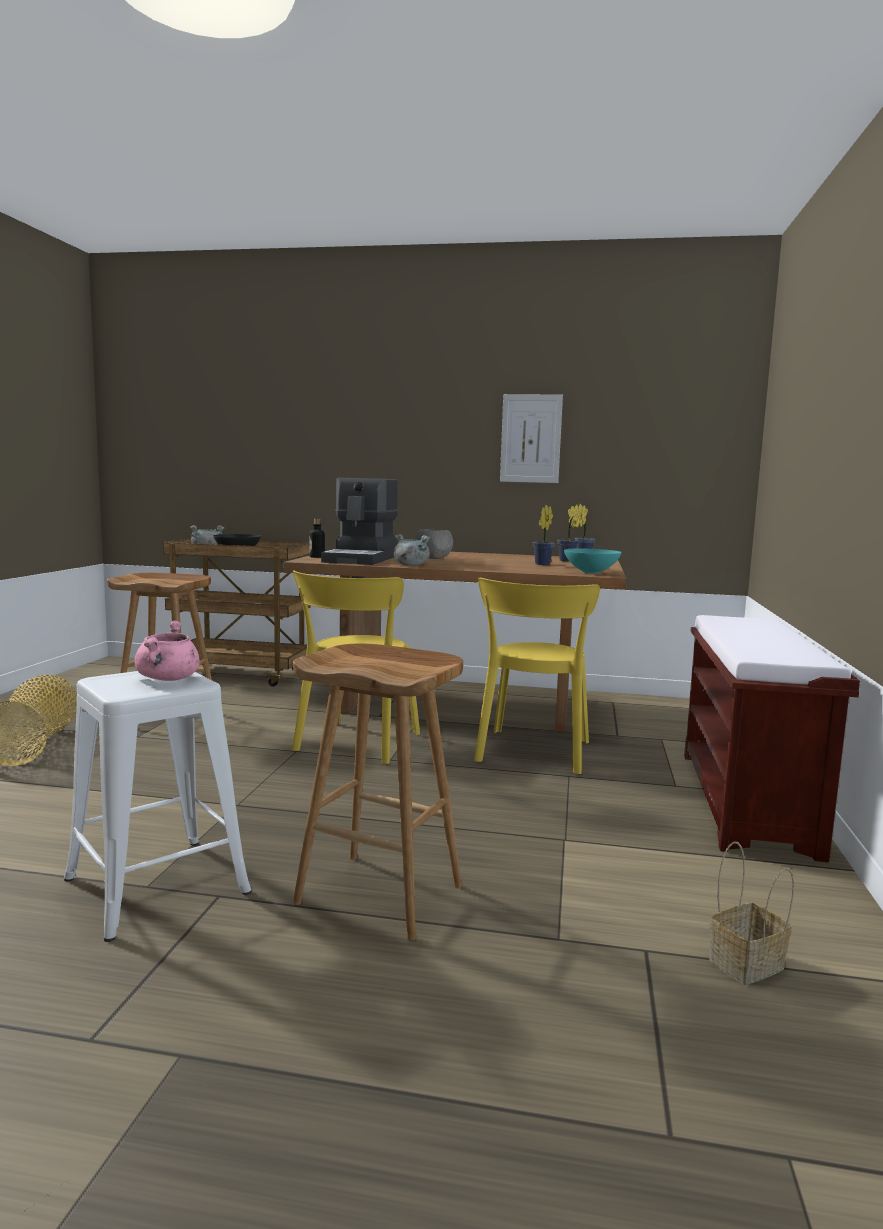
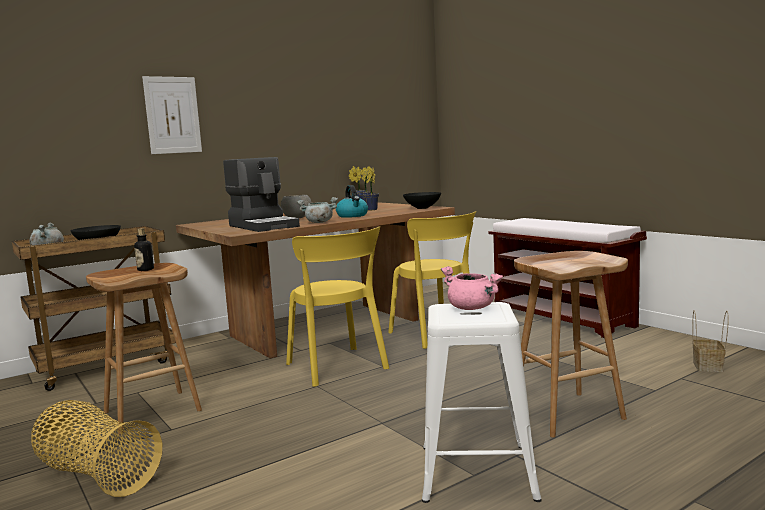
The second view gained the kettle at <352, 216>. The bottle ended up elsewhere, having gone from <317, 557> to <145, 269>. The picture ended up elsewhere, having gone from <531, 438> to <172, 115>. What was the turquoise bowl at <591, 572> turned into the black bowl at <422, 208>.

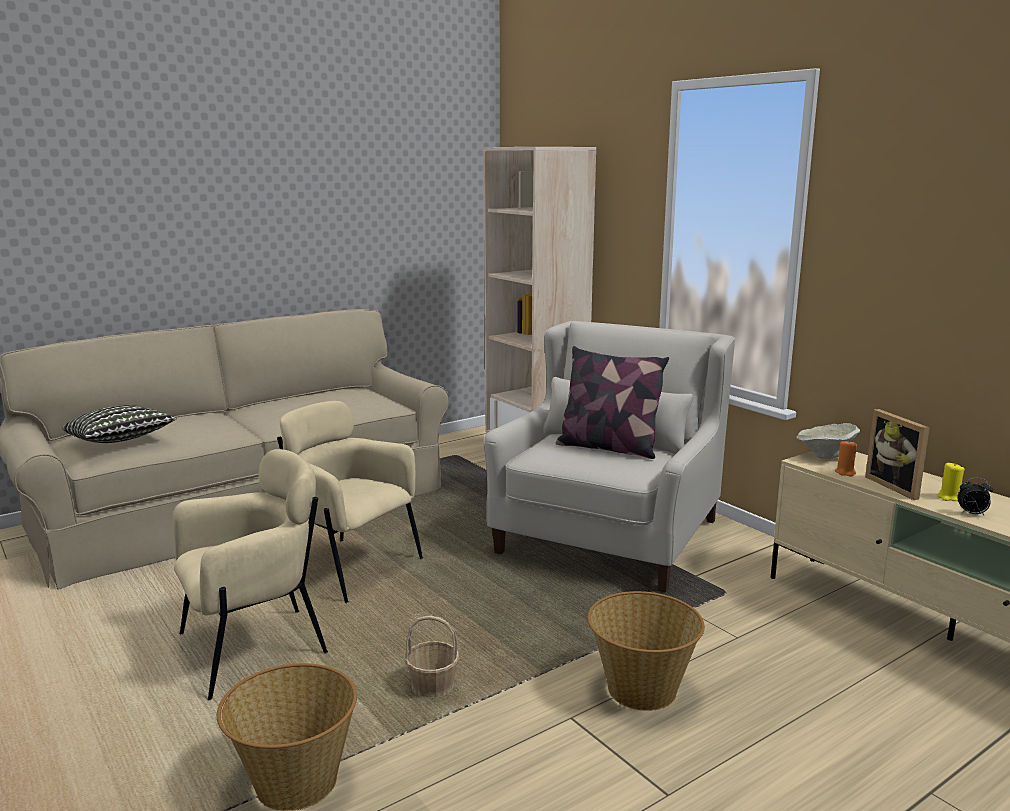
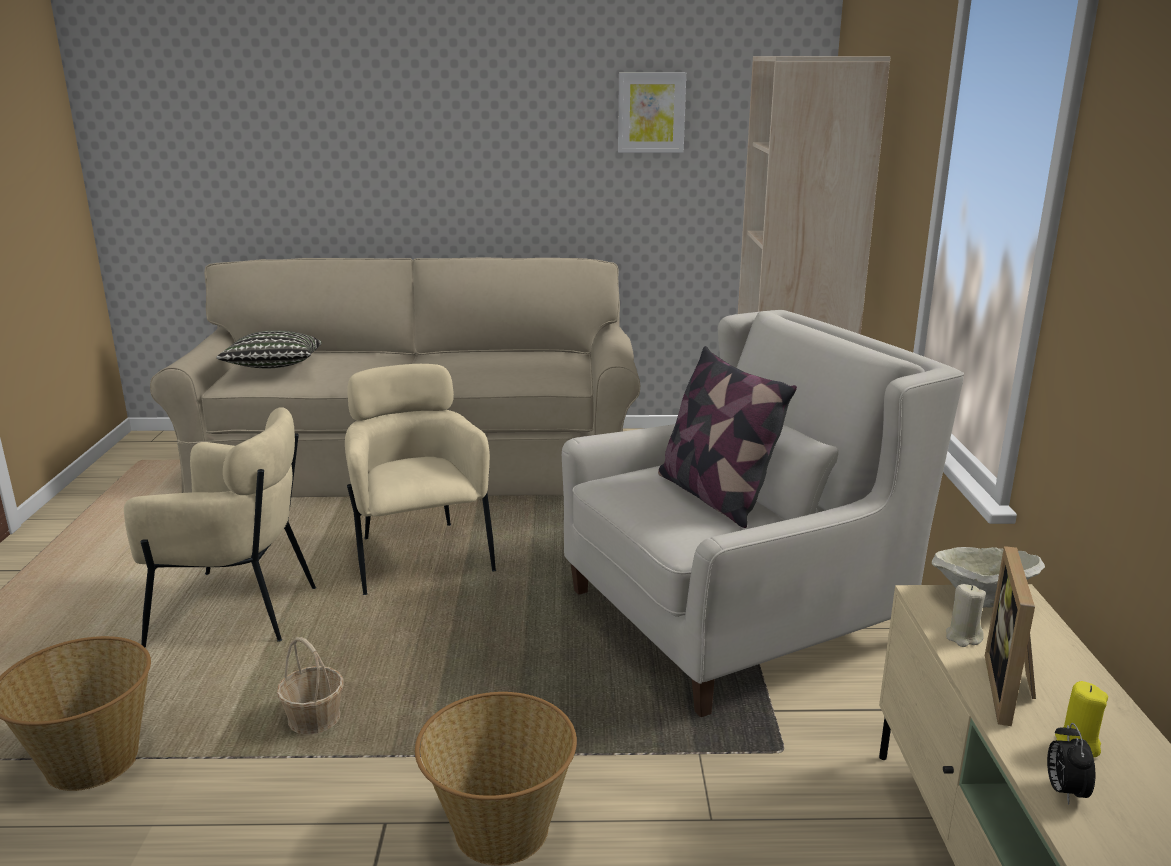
The second view gained the picture at <651, 112>. What was the orange candle at <845, 472> turned into the beige candle at <963, 637>. The alarm clock at <972, 514> ended up facing another way, 45 degrees clockwise from before.

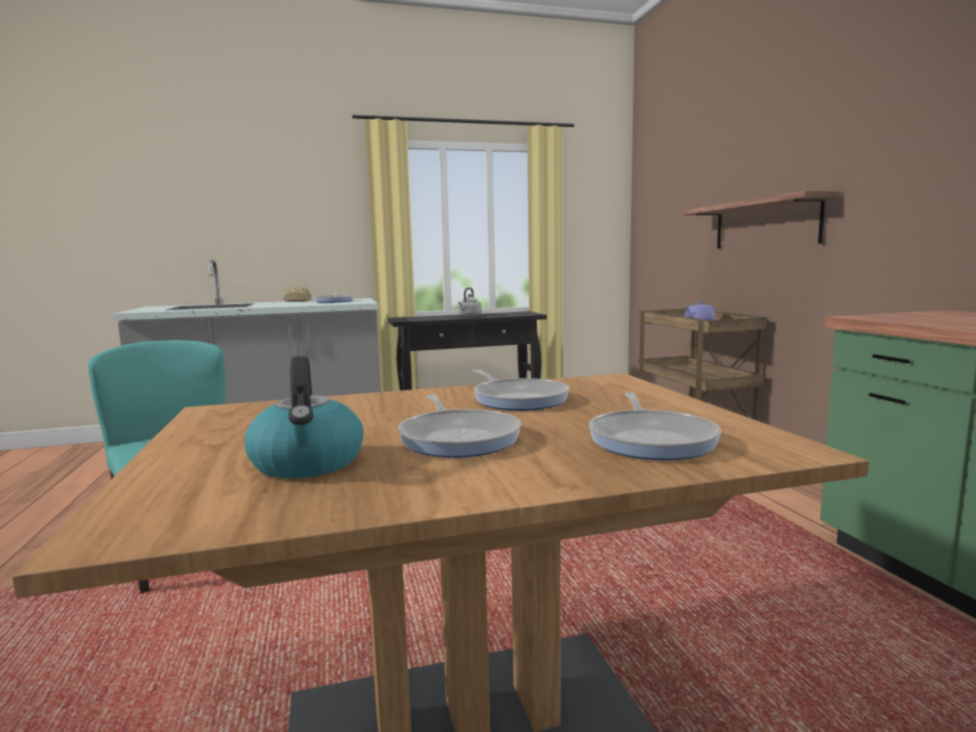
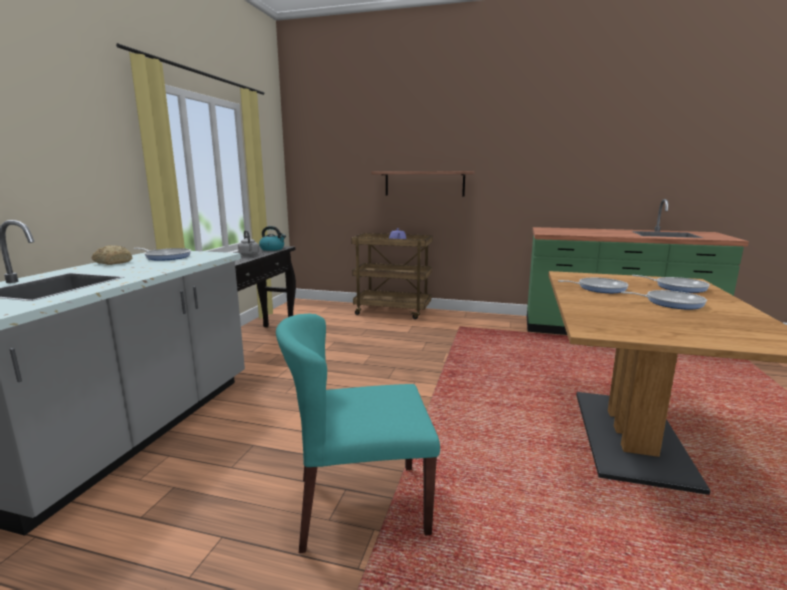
The kettle ended up elsewhere, having gone from <308, 463> to <272, 249>.

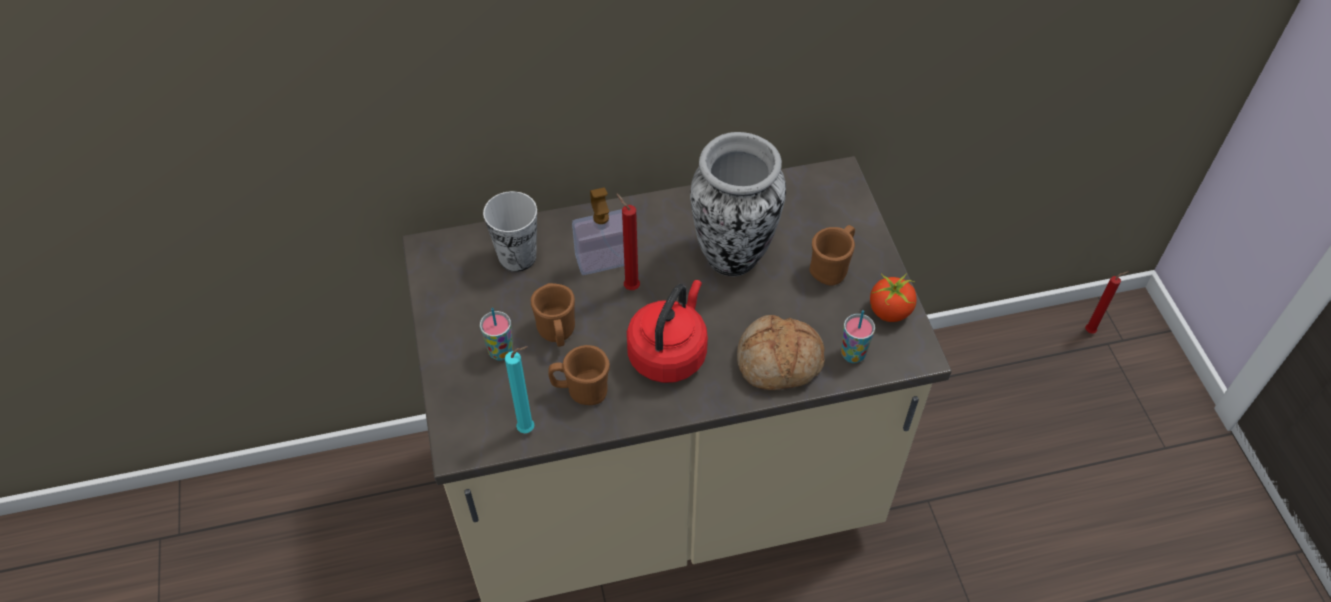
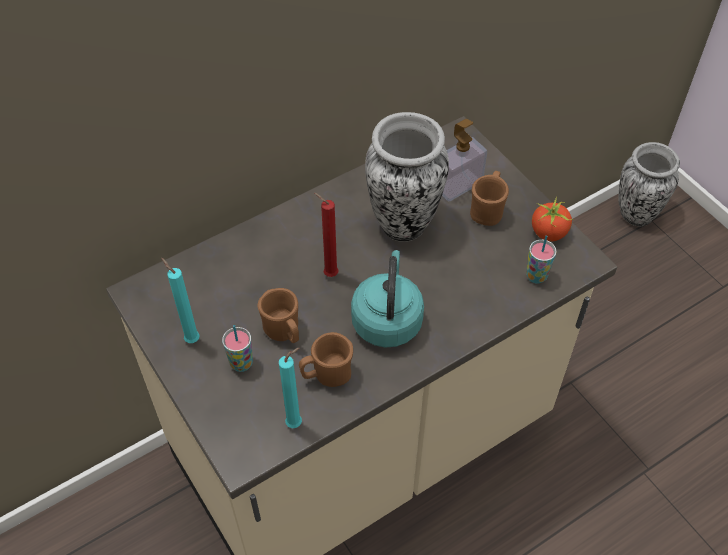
The second view lost the cup at <517, 257>. The second view lost the bread at <779, 363>. The second view gained the turquoise candle at <190, 338>. The soap dispenser ended up elsewhere, having gone from <604, 260> to <458, 185>. Where the red candle stood at <1091, 331>, the vase came to stand at <636, 214>. What was the red kettle at <669, 352> turned into the turquoise kettle at <387, 319>.

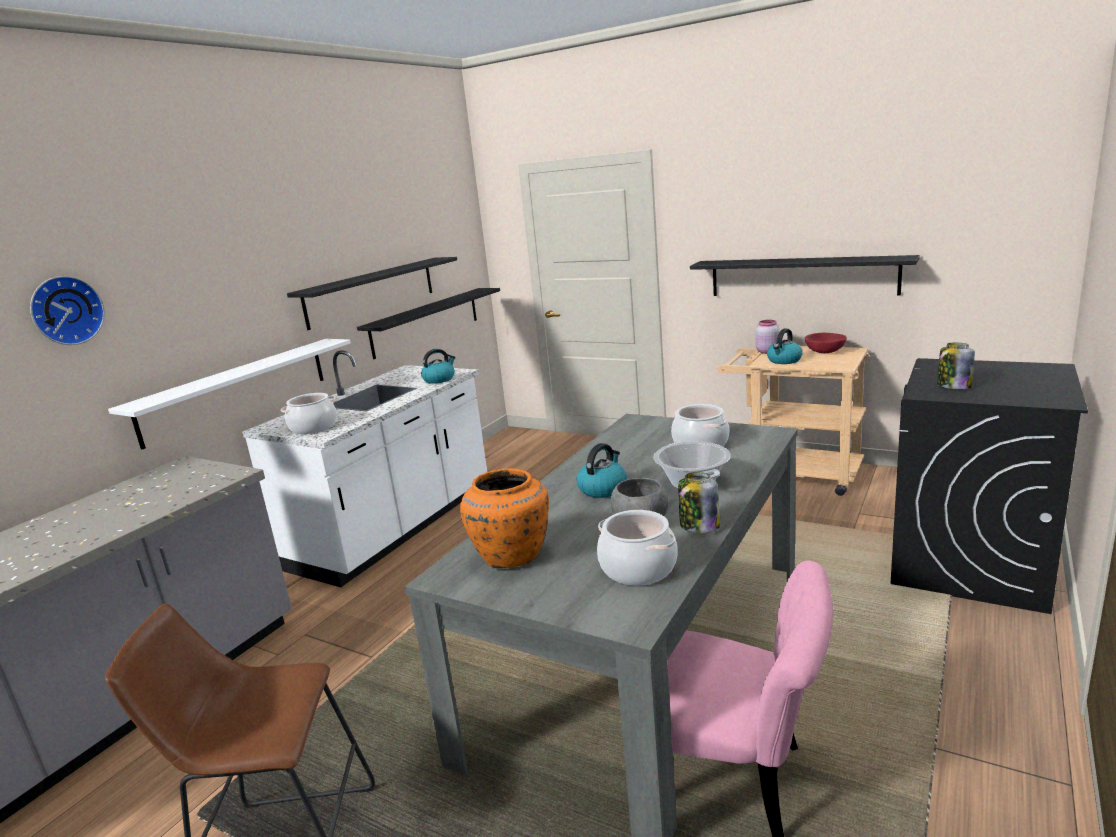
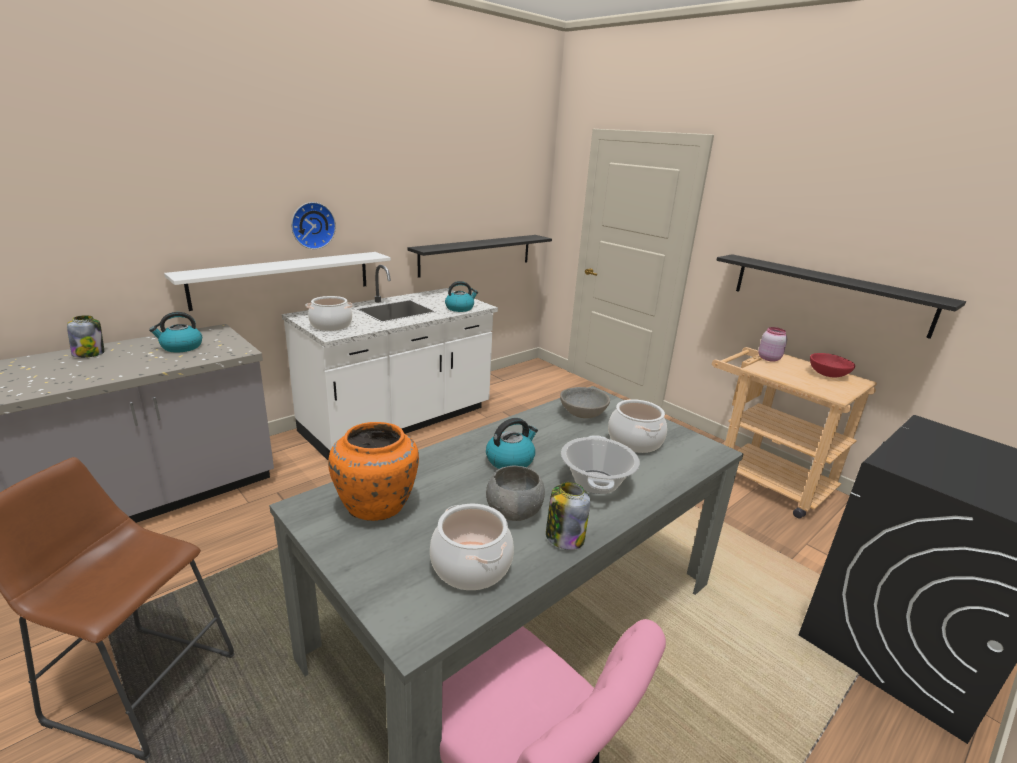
The second view lost the black shelf at <372, 291>. The second view gained the grey bowl at <582, 413>. The wall clock ended up elsewhere, having gone from <65, 310> to <312, 225>. The kettle ended up elsewhere, having gone from <784, 360> to <181, 347>. The jar ended up elsewhere, having gone from <953, 386> to <89, 353>.

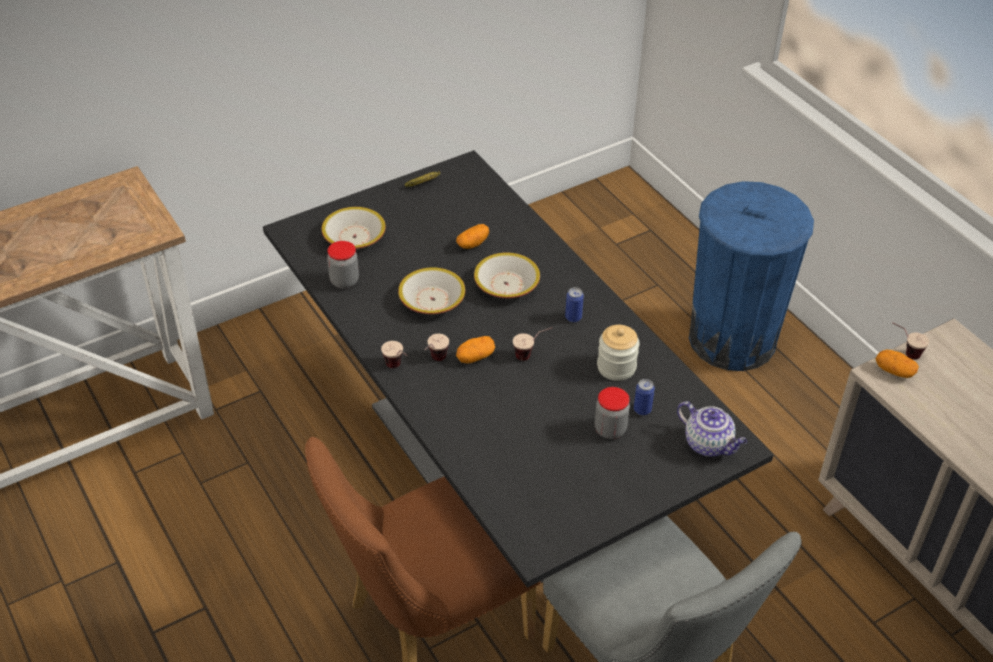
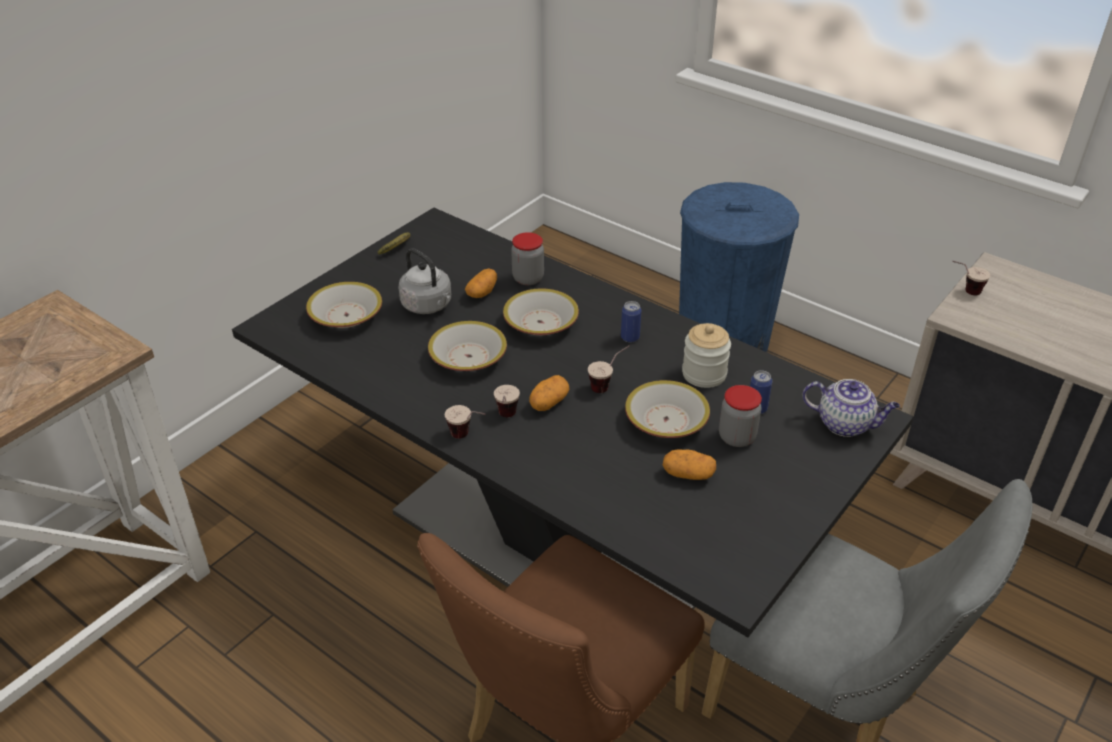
The second view gained the grey kettle at <428, 306>. The second view gained the bowl at <666, 420>. The jar ended up elsewhere, having gone from <344, 281> to <528, 278>. The potato ended up elsewhere, having gone from <894, 371> to <688, 474>.

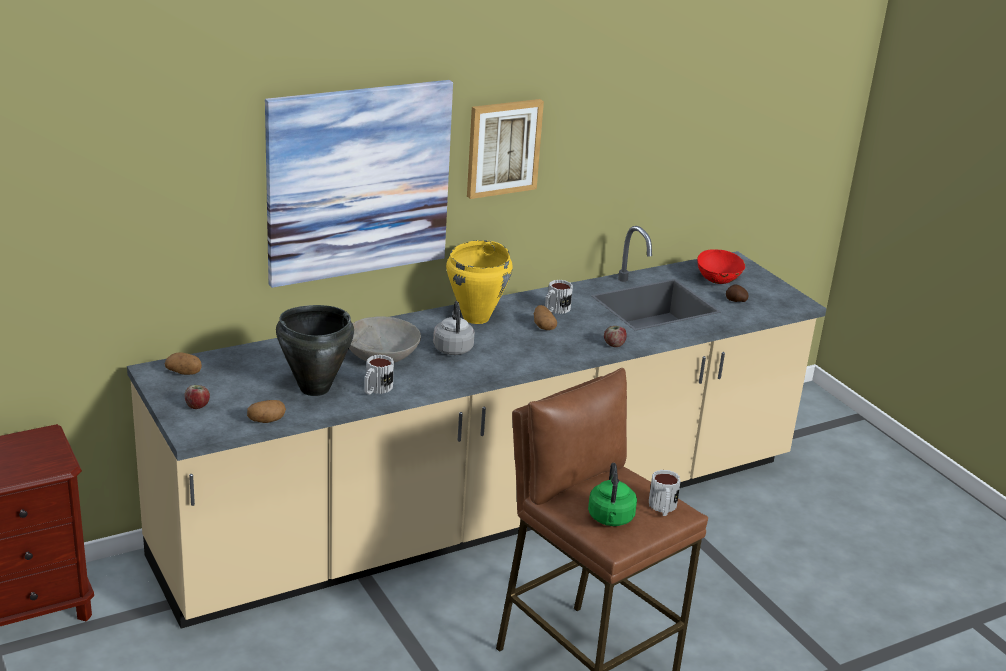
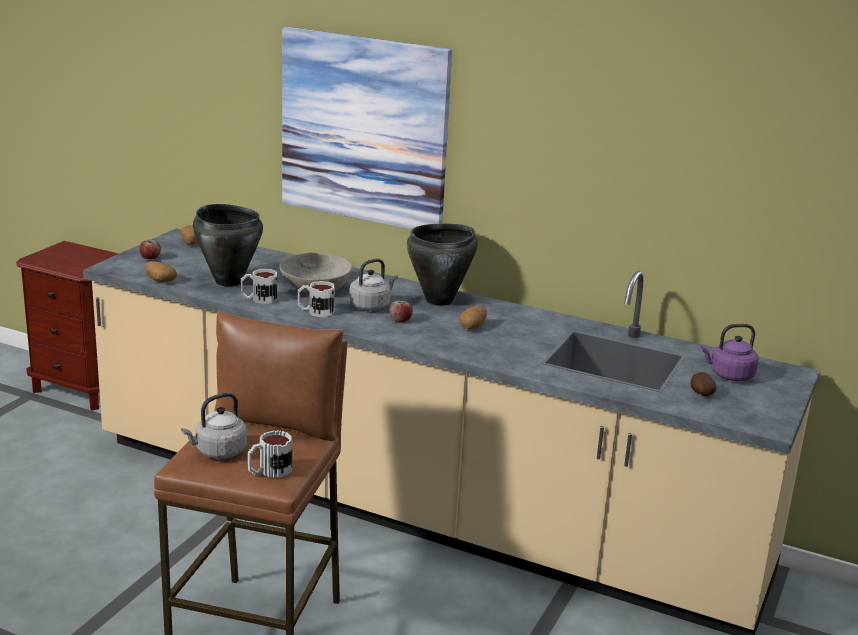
The second view lost the picture at <503, 147>. The mug ended up elsewhere, having gone from <555, 310> to <315, 311>. The apple ended up elsewhere, having gone from <614, 344> to <400, 320>. Where the red bowl stood at <718, 280>, the purple kettle came to stand at <729, 375>. What was the yellow cooking pot at <476, 318> turned into the black cooking pot at <439, 300>. What was the green kettle at <611, 519> turned into the grey kettle at <218, 452>.

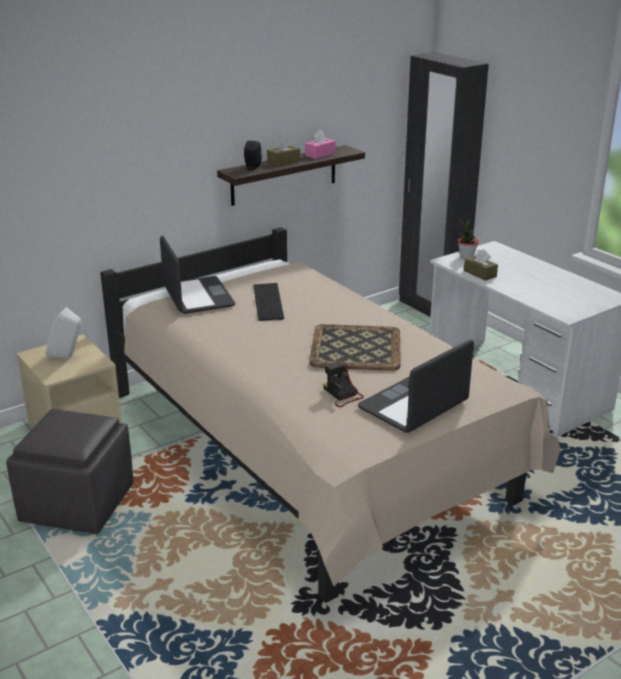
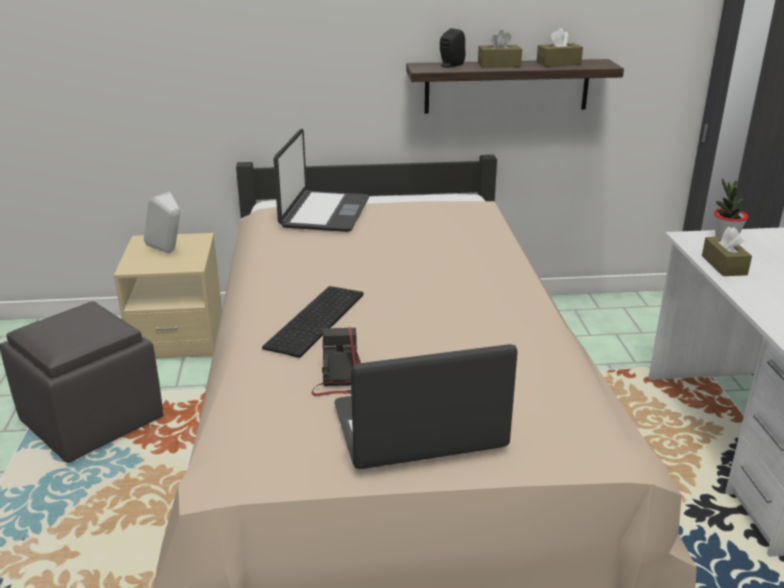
The second view lost the tray at <355, 347>. The keyboard ended up elsewhere, having gone from <269, 302> to <317, 321>. What was the pink tissue box at <320, 154> turned into the brown tissue box at <558, 63>.

